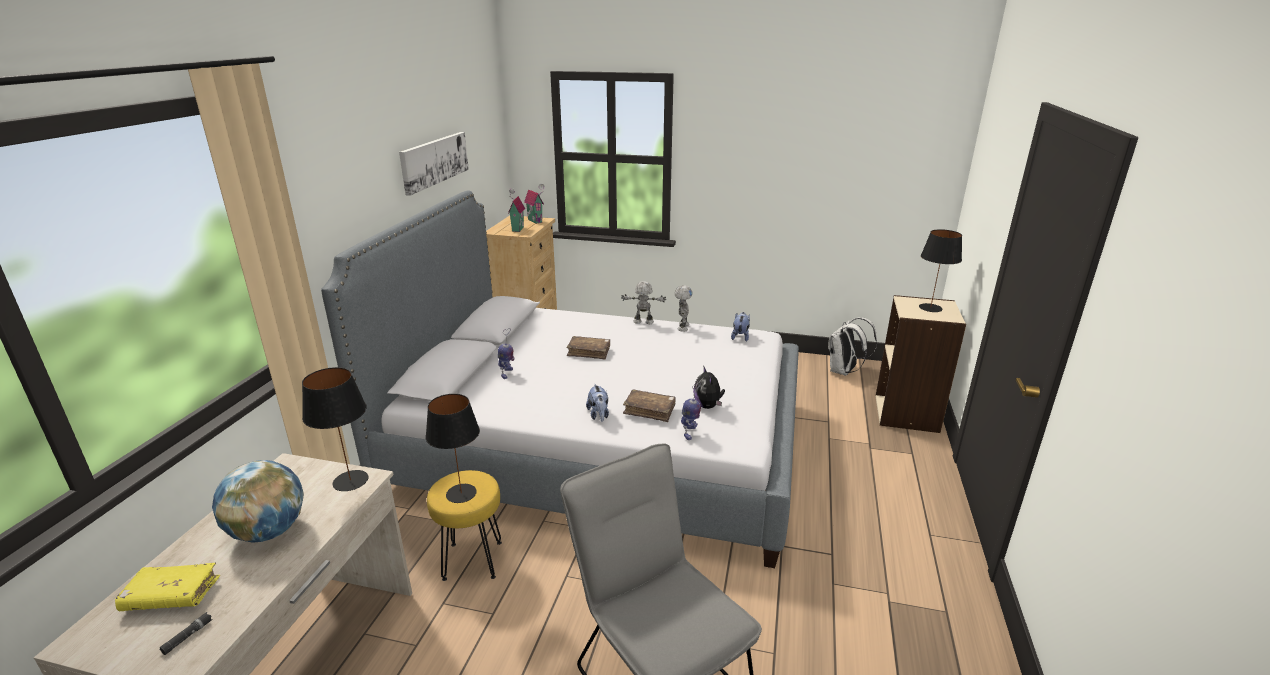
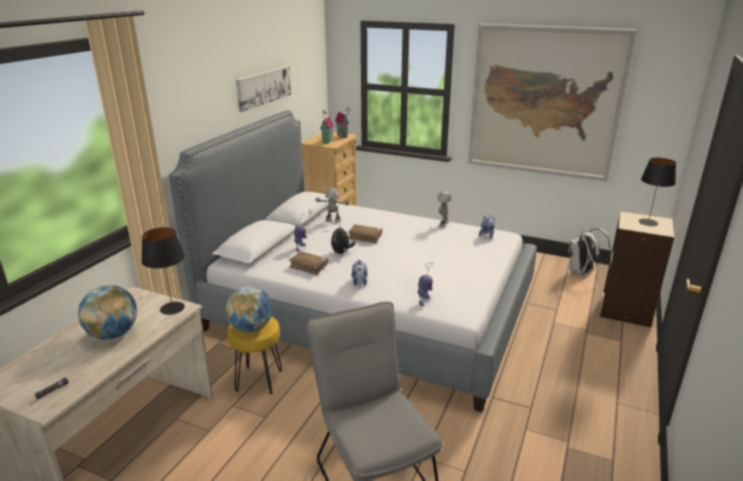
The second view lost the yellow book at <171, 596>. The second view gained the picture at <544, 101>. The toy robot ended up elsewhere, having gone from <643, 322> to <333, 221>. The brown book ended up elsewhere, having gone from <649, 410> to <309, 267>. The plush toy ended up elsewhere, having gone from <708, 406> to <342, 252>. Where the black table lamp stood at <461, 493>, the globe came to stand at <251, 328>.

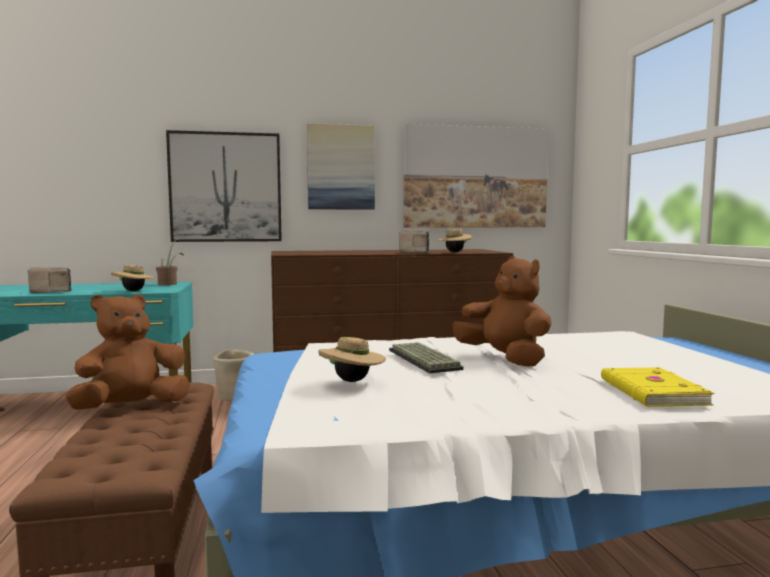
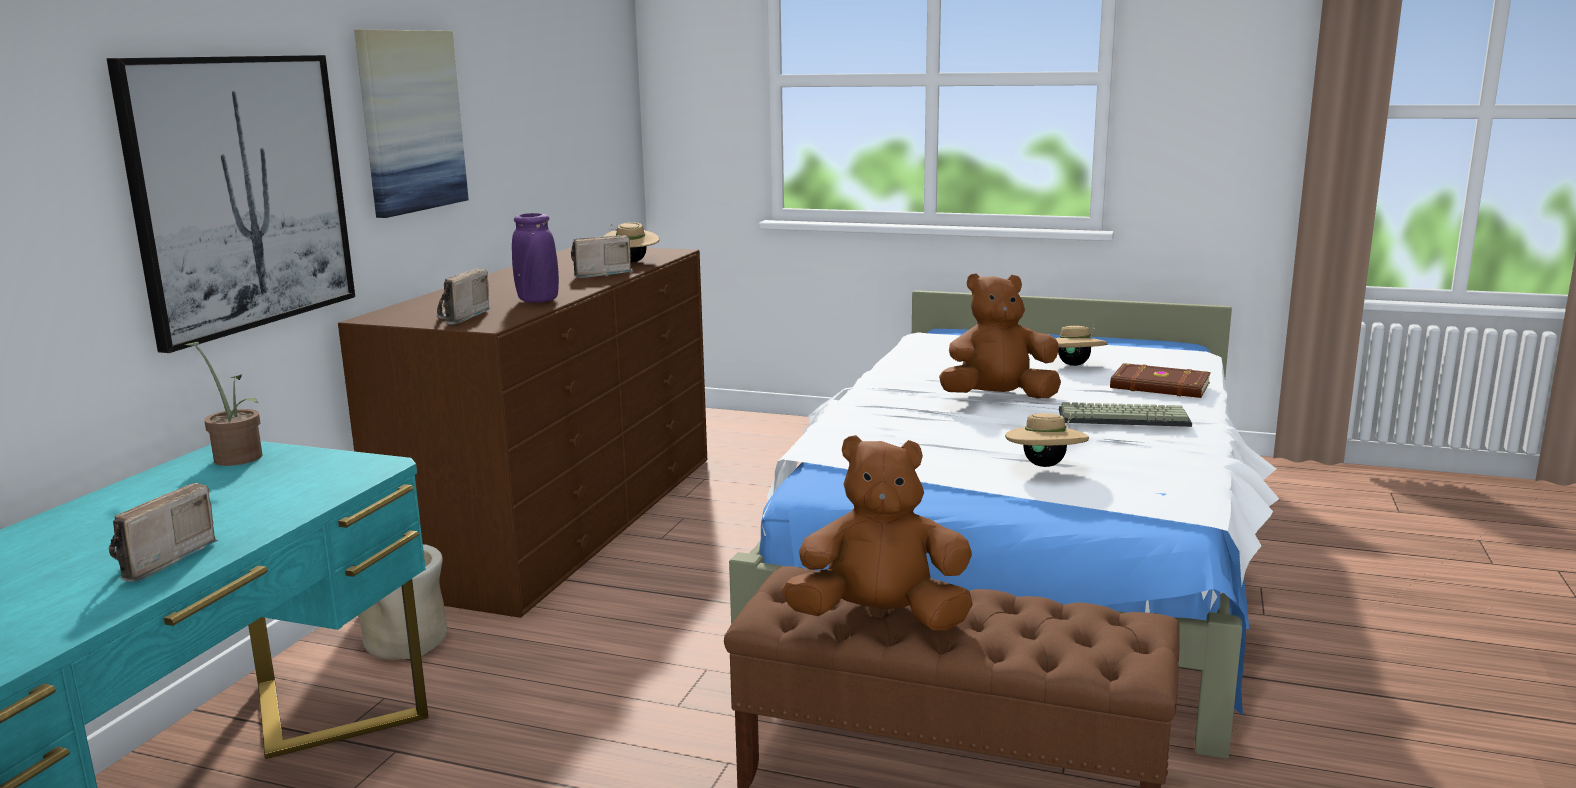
The second view lost the picture at <475, 177>. The second view gained the radio at <458, 317>. The second view gained the purple vase at <537, 301>. The beige hat ended up elsewhere, having gone from <133, 291> to <1074, 365>. The keyboard ended up elsewhere, having gone from <425, 359> to <1124, 417>. What was the yellow book at <651, 392> turned into the brown book at <1160, 386>. The brown plush toy at <131, 408> ended up facing another way, 105 degrees clockwise from before.

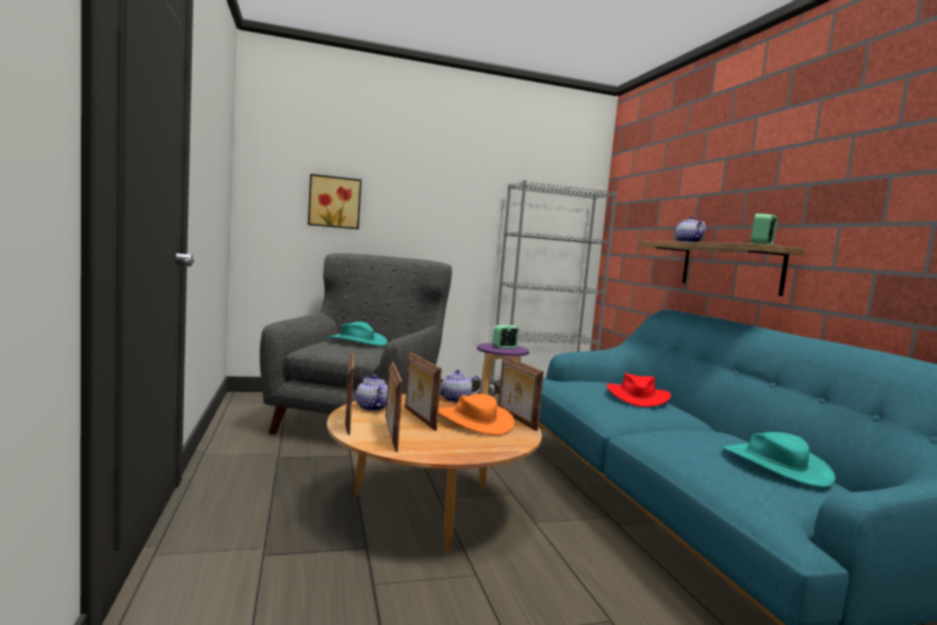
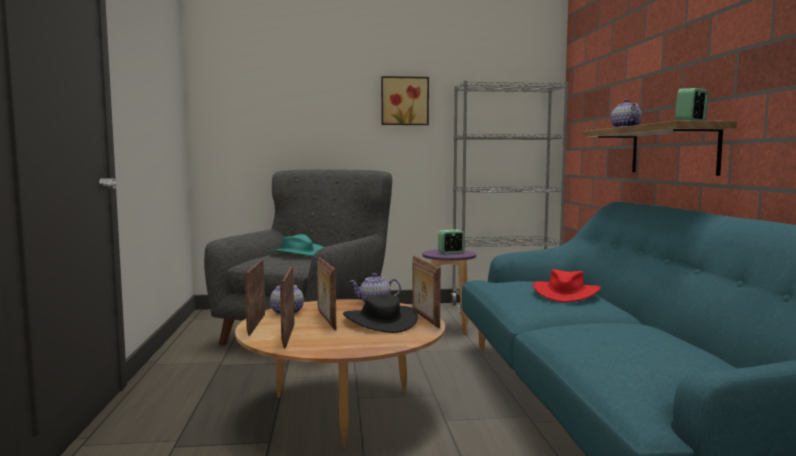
The second view lost the turquoise hat at <775, 465>. The picture ended up elsewhere, having gone from <334, 202> to <404, 101>. What was the orange hat at <474, 421> turned into the black hat at <380, 321>.

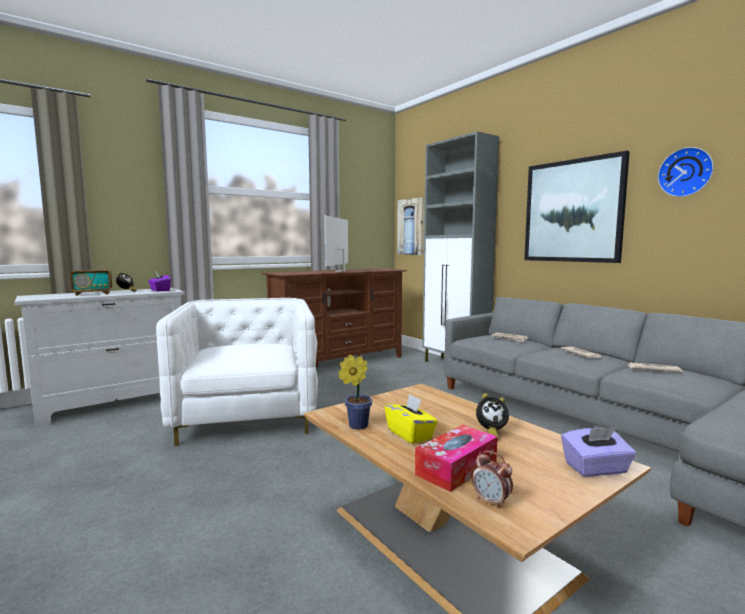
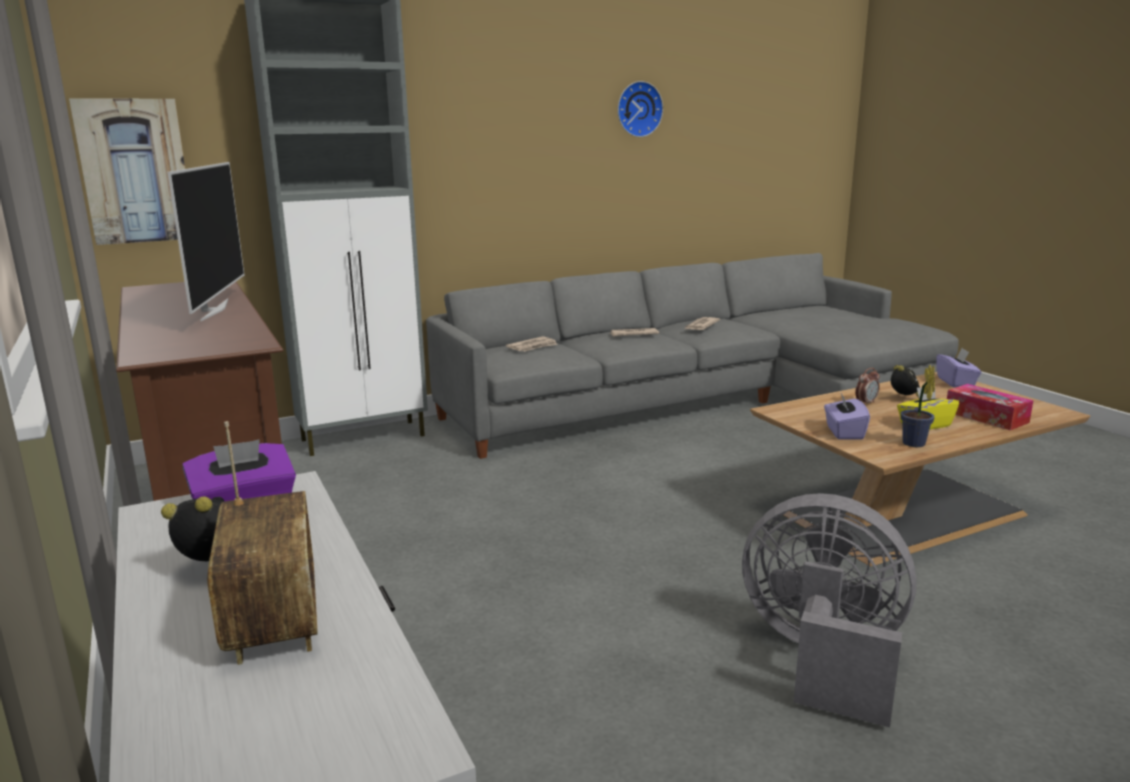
The second view lost the white armchair at <247, 416>. The second view lost the picture at <572, 211>. The second view gained the grey fan at <822, 658>. The second view gained the purple tissue box at <843, 432>. The alarm clock ended up elsewhere, having gone from <491, 502> to <866, 403>. The television at <341, 271> ended up facing another way, 120 degrees counterclockwise from before.

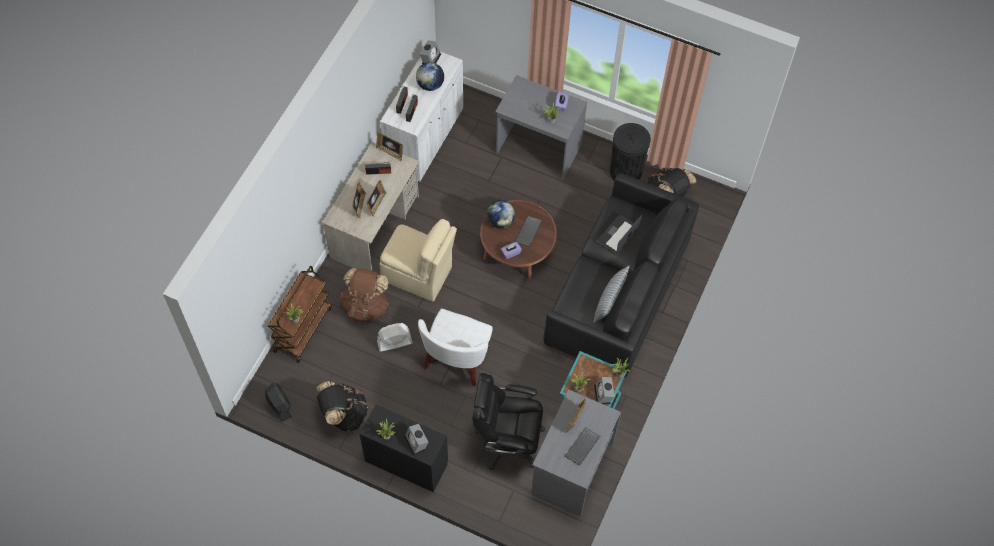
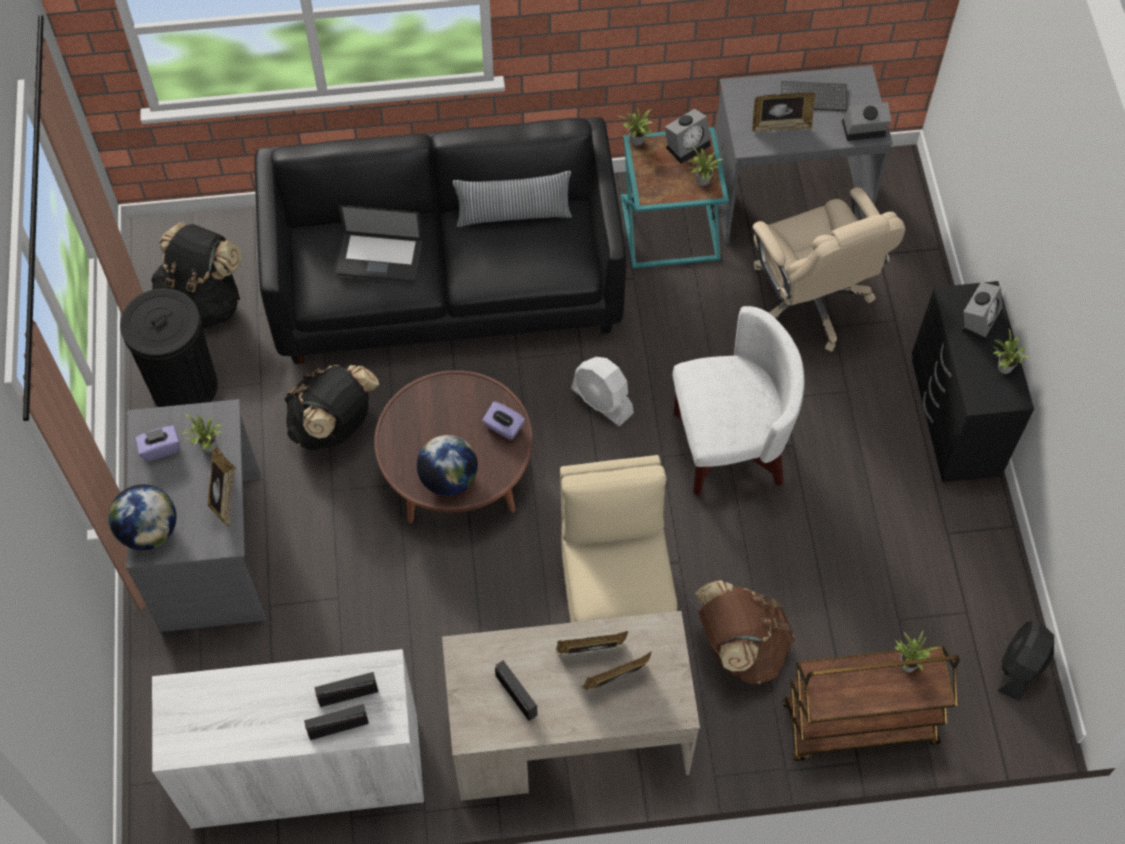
The second view lost the keyboard at <529, 232>. The black backpack ended up elsewhere, having gone from <344, 414> to <334, 425>. The picture frame ended up elsewhere, having gone from <390, 152> to <225, 498>. The white fan ended up elsewhere, having gone from <394, 342> to <602, 401>. The globe ended up elsewhere, having gone from <430, 85> to <149, 531>. The alarm clock ended up elsewhere, having gone from <430, 58> to <862, 130>. What was the black office chair at <507, 440> turned into the beige office chair at <809, 302>.

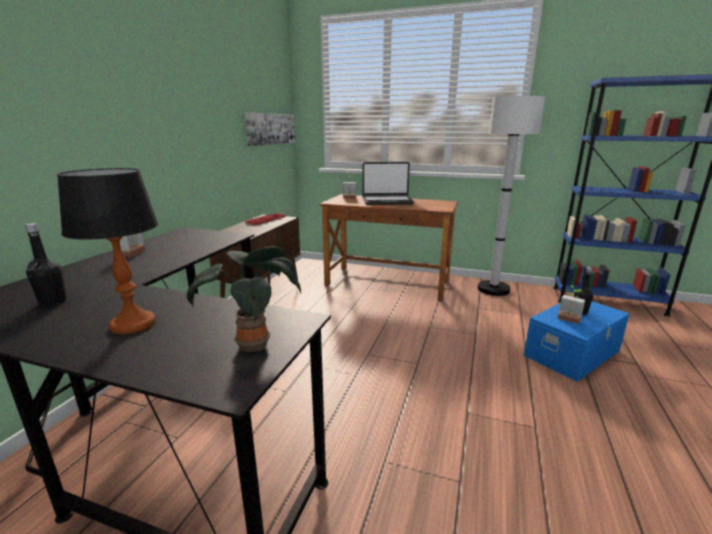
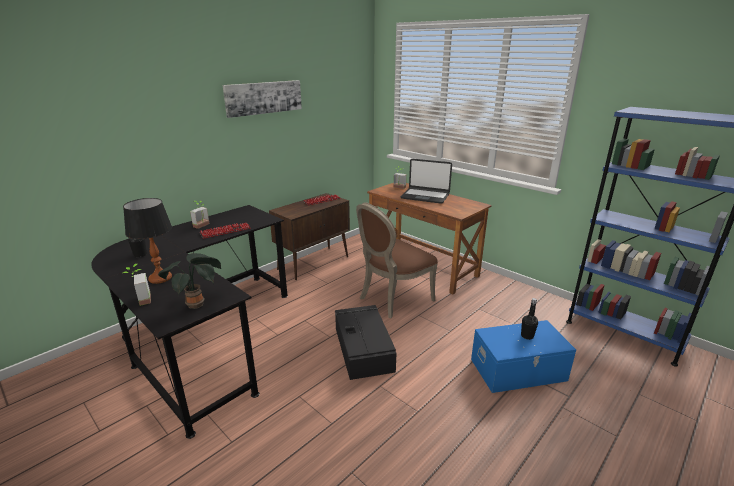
The second view lost the white floor lamp at <493, 289>. The second view gained the keyboard at <225, 231>. The second view gained the black storage box at <363, 348>. The second view gained the brown chair at <392, 299>. The picture ended up elsewhere, having gone from <270, 129> to <263, 97>. The potted plant ended up elsewhere, having gone from <568, 321> to <140, 300>.

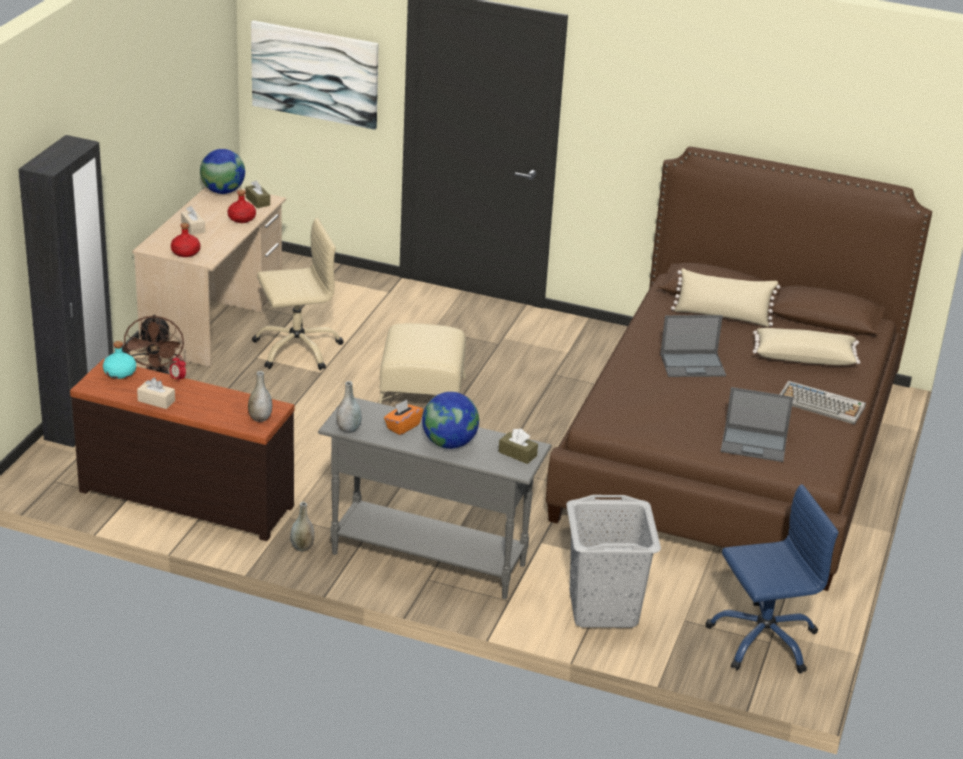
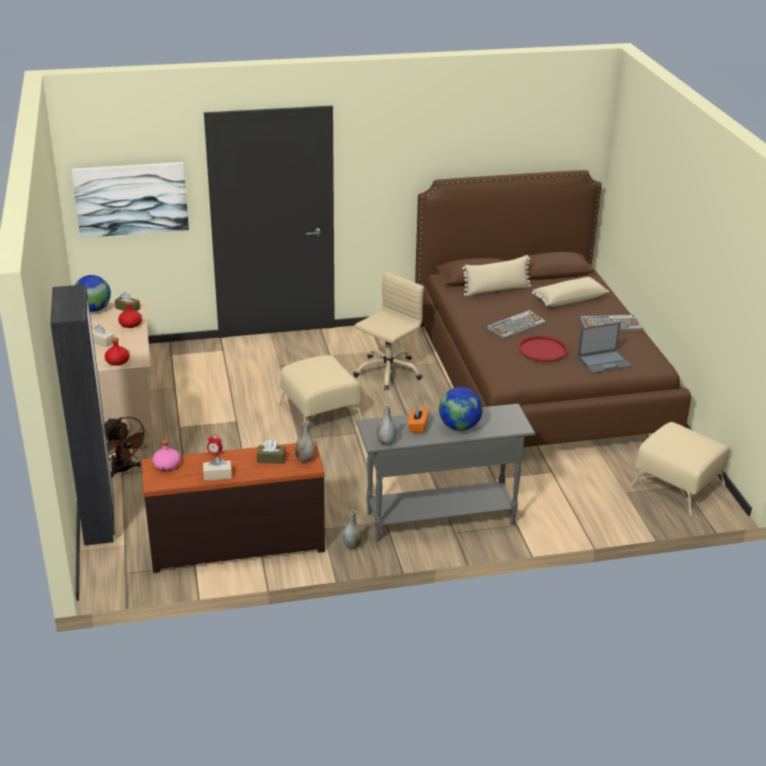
The second view lost the grey laundry basket at <602, 609>. The second view gained the red tray at <542, 349>. The beige office chair ended up elsewhere, having gone from <297, 349> to <388, 372>. The brown tissue box ended up elsewhere, having gone from <517, 454> to <271, 459>. Where the laptop stood at <693, 365>, the keyboard came to stand at <516, 325>. Where the blue office chair stood at <763, 639>, the beige ottoman came to stand at <678, 486>. What was the turquoise bottle at <119, 373> turned into the pink bottle at <167, 465>.

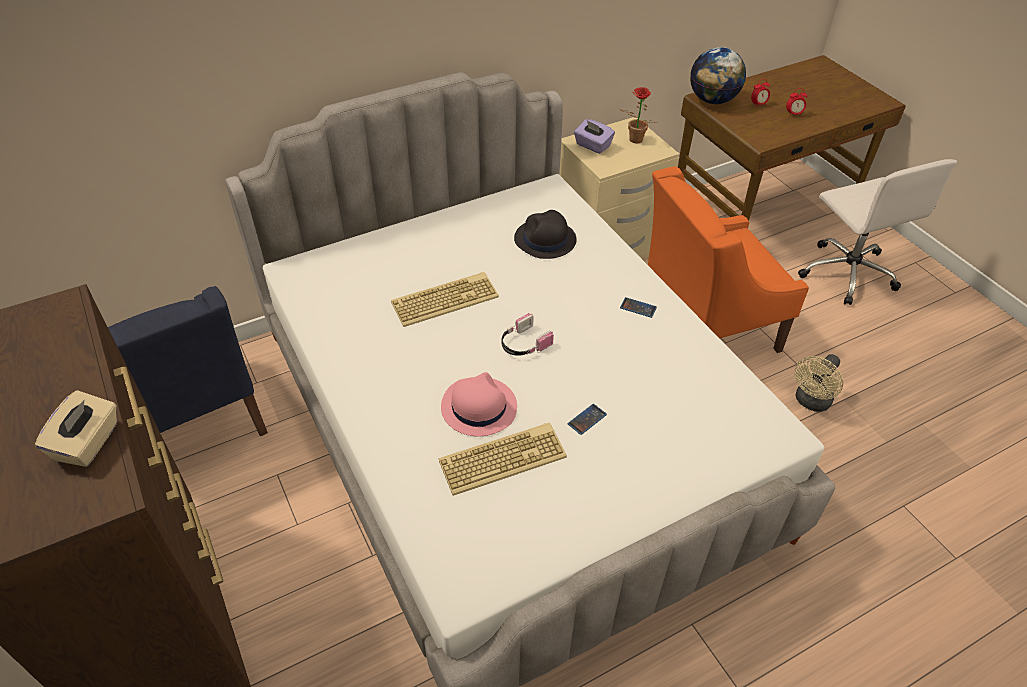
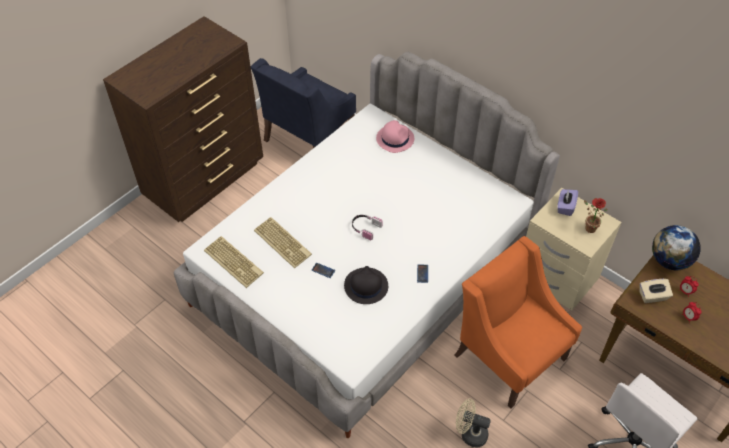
The beige tissue box ended up elsewhere, having gone from <88, 443> to <652, 296>. The keyboard ended up elsewhere, having gone from <445, 299> to <235, 262>. The pink hat ended up elsewhere, having gone from <478, 407> to <395, 138>. The black hat ended up elsewhere, having gone from <545, 240> to <365, 286>.

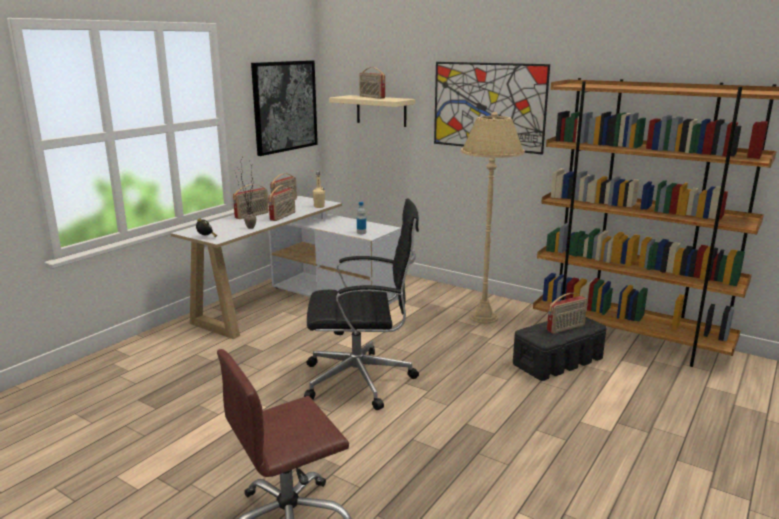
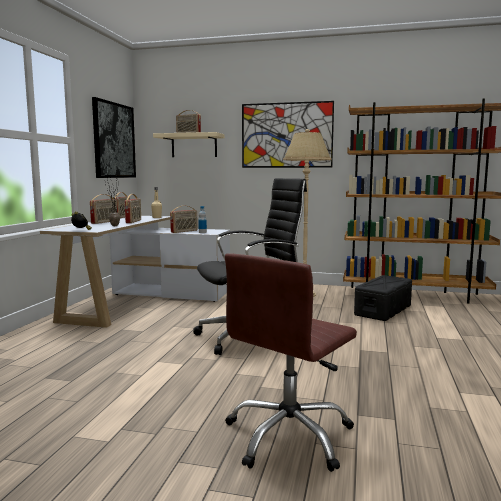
The radio ended up elsewhere, having gone from <566, 328> to <184, 231>.

